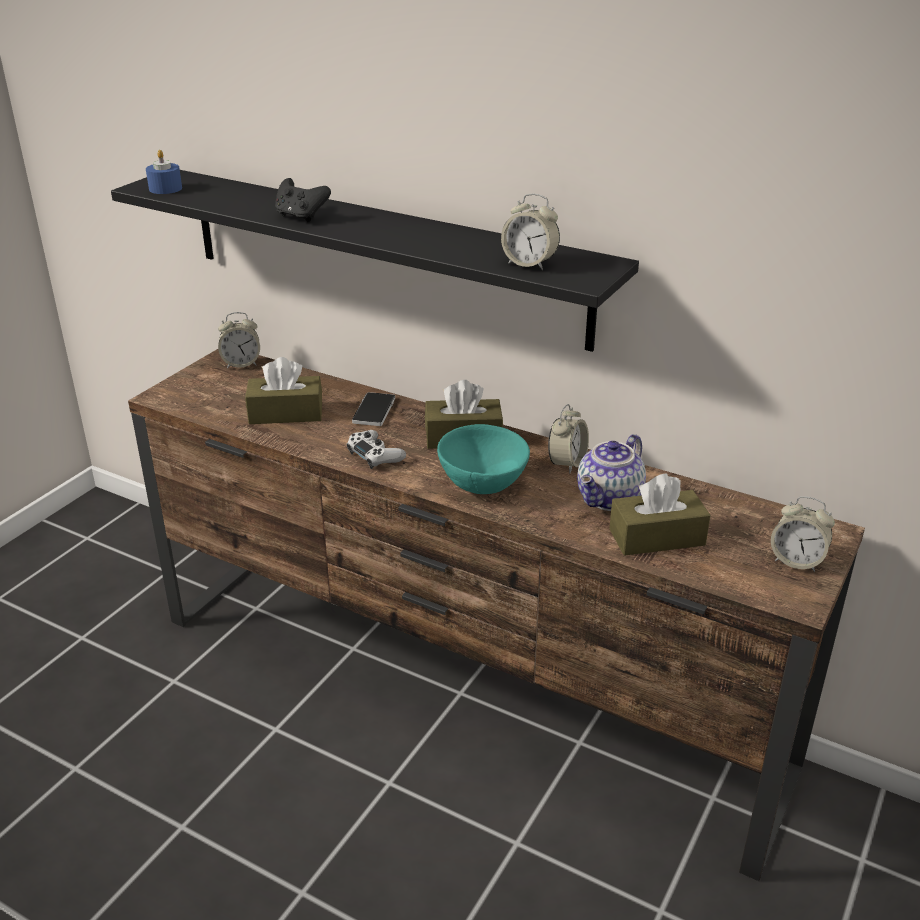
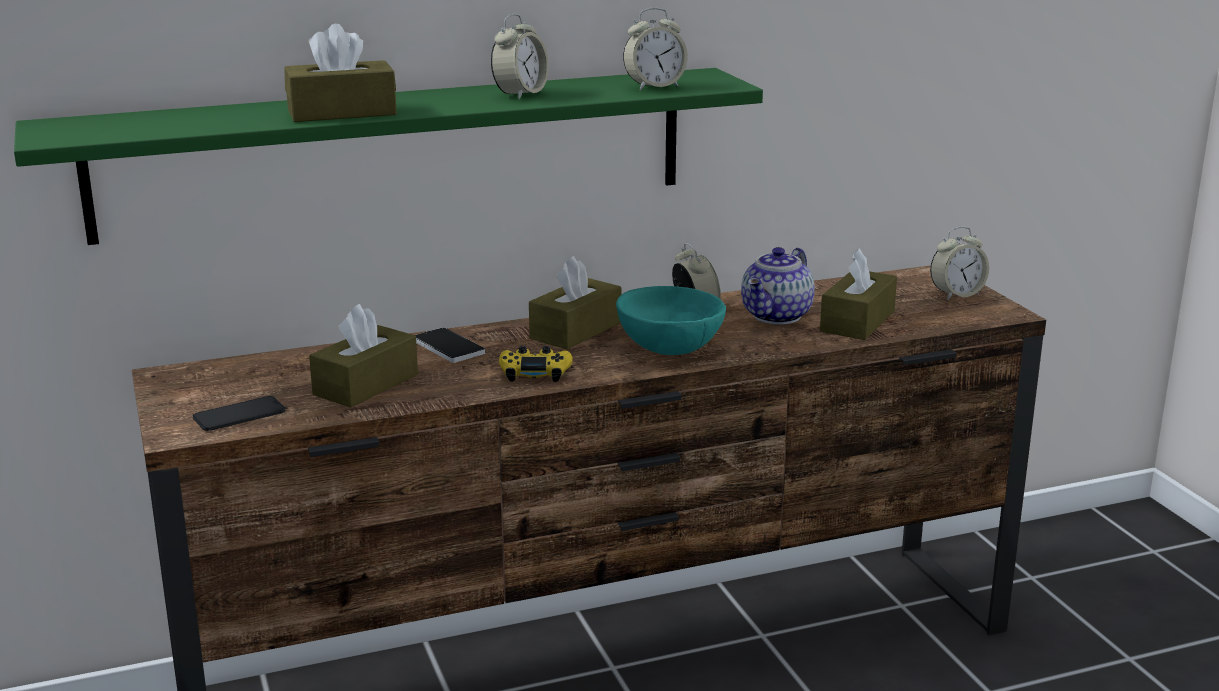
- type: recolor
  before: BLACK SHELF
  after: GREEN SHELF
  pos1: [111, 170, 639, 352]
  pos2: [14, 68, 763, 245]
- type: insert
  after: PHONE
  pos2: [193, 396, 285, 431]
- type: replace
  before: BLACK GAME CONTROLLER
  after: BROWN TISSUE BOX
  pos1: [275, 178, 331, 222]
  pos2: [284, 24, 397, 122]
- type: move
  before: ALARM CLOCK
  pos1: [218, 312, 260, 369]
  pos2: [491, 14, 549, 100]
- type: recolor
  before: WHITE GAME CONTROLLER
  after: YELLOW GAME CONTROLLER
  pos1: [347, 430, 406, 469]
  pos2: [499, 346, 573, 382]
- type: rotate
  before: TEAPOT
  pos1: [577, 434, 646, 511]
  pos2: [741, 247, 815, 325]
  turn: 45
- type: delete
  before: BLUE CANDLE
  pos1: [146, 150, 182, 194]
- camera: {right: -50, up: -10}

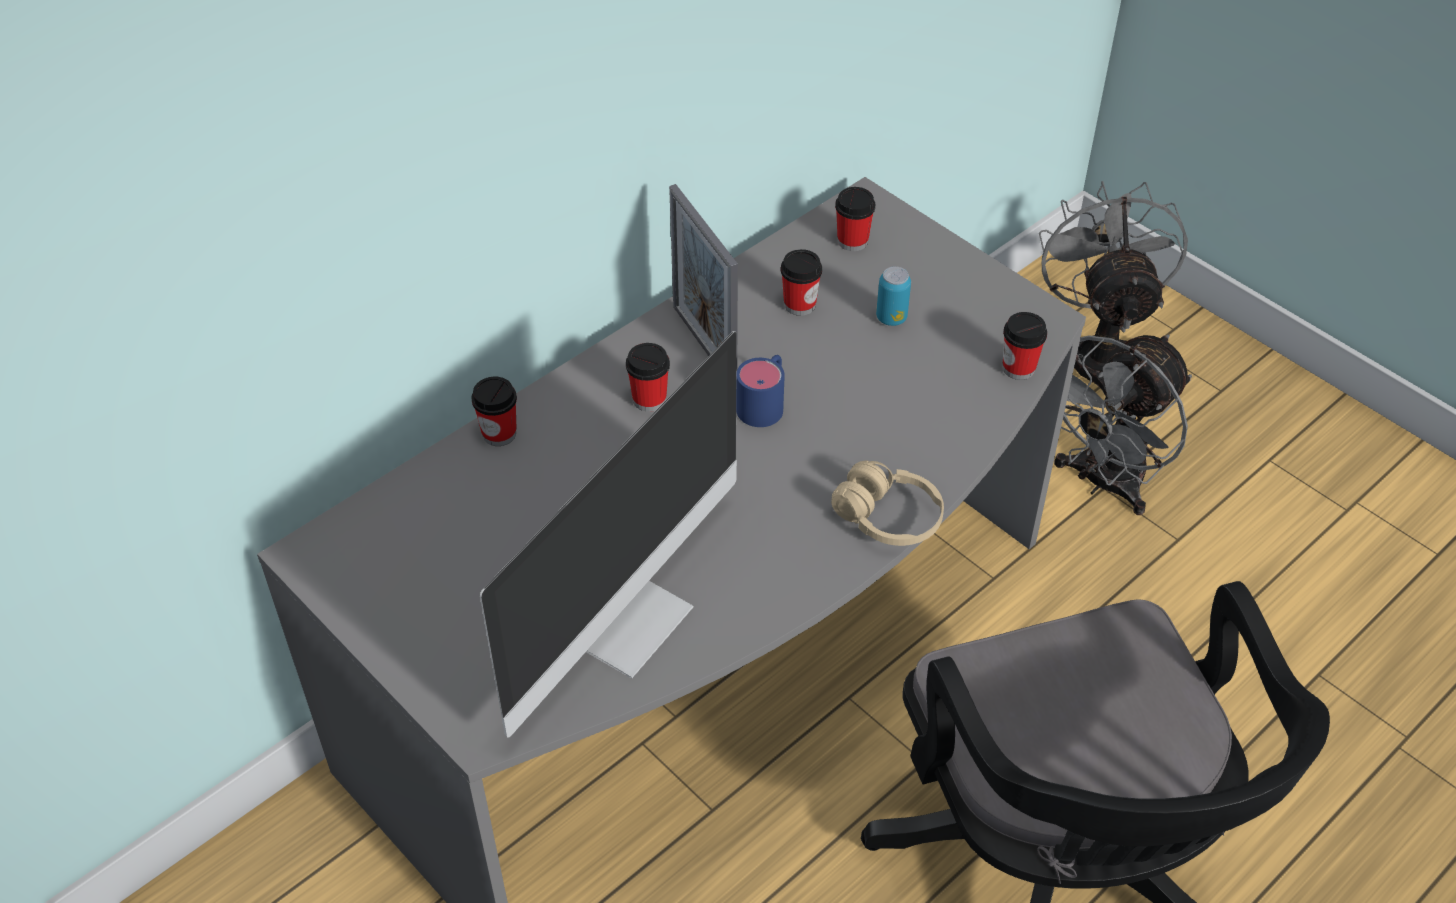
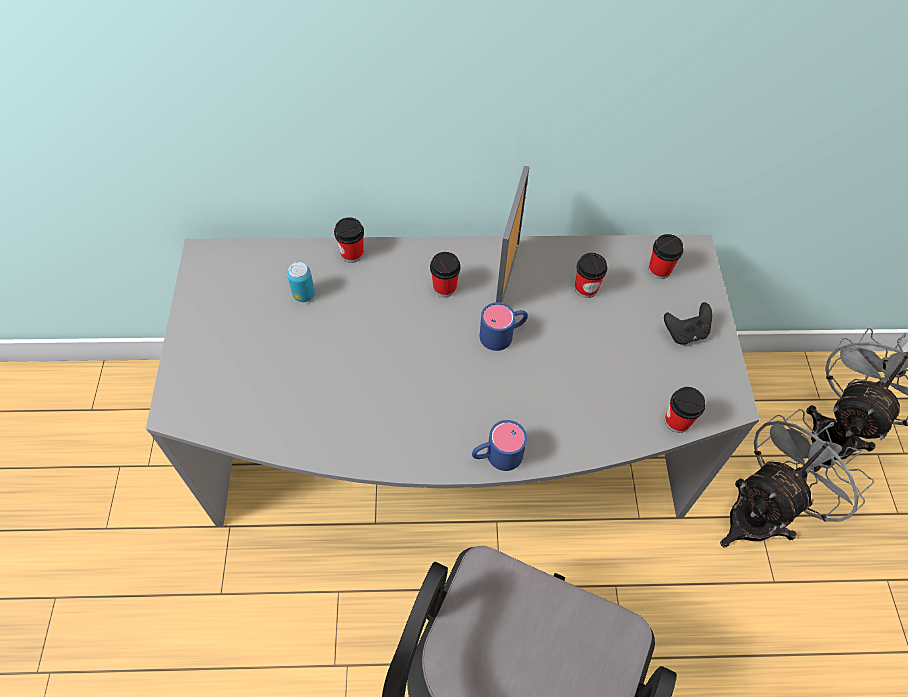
- type: move
  before: CAN
  pos1: [876, 266, 911, 326]
  pos2: [287, 262, 315, 302]
- type: replace
  before: BEIGE HEADPHONES
  after: BLUE MUG
  pos1: [831, 460, 944, 546]
  pos2: [472, 420, 527, 471]
- type: insert
  after: BLACK GAME CONTROLLER
  pos2: [664, 302, 712, 345]
- type: rotate
  before: GREY FAN
  pos1: [1054, 335, 1192, 515]
  pos2: [720, 409, 874, 547]
  turn: 150
- type: delete
  before: MONITOR
  pos1: [480, 331, 737, 738]
- camera: {right: 40, up: 10}

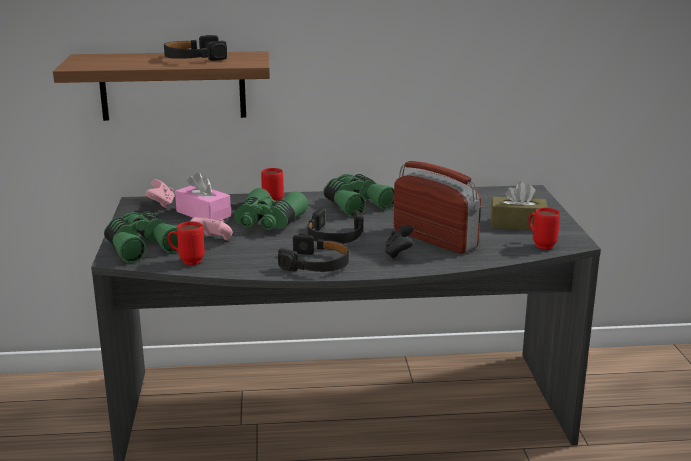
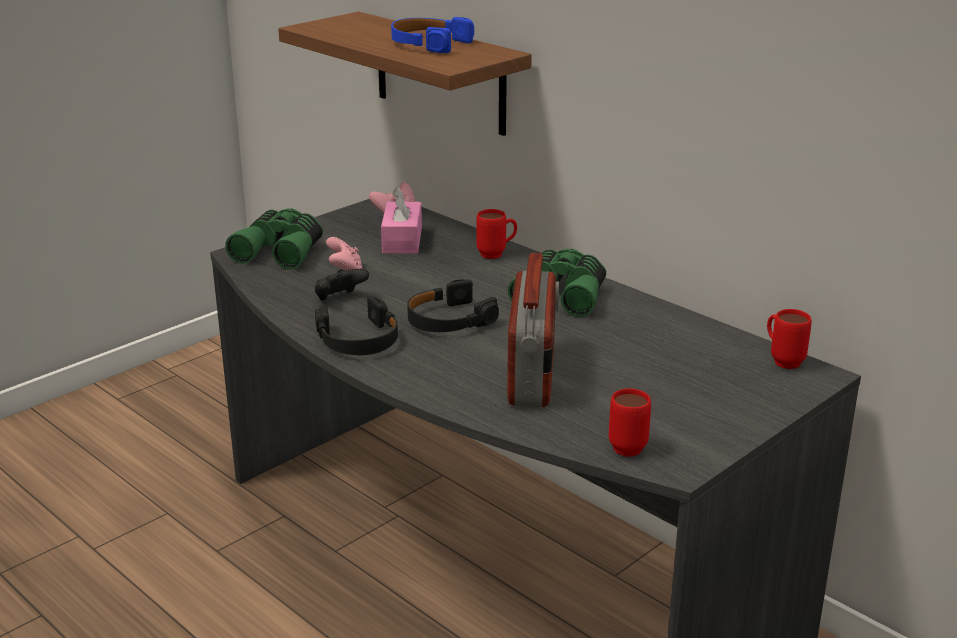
- type: move
  before: BLACK GAME CONTROLLER
  pos1: [385, 225, 414, 259]
  pos2: [315, 269, 369, 301]
- type: recolor
  before: BLACK HEADPHONES
  after: BLUE HEADPHONES
  pos1: [164, 35, 227, 61]
  pos2: [391, 17, 474, 53]
- type: move
  before: RED MUG
  pos1: [168, 221, 205, 265]
  pos2: [767, 309, 812, 369]
- type: delete
  before: GREEN BINOCULARS
  pos1: [234, 188, 308, 230]
- type: delete
  before: BROWN TISSUE BOX
  pos1: [491, 181, 548, 230]
- camera: {right: 50, up: 5}

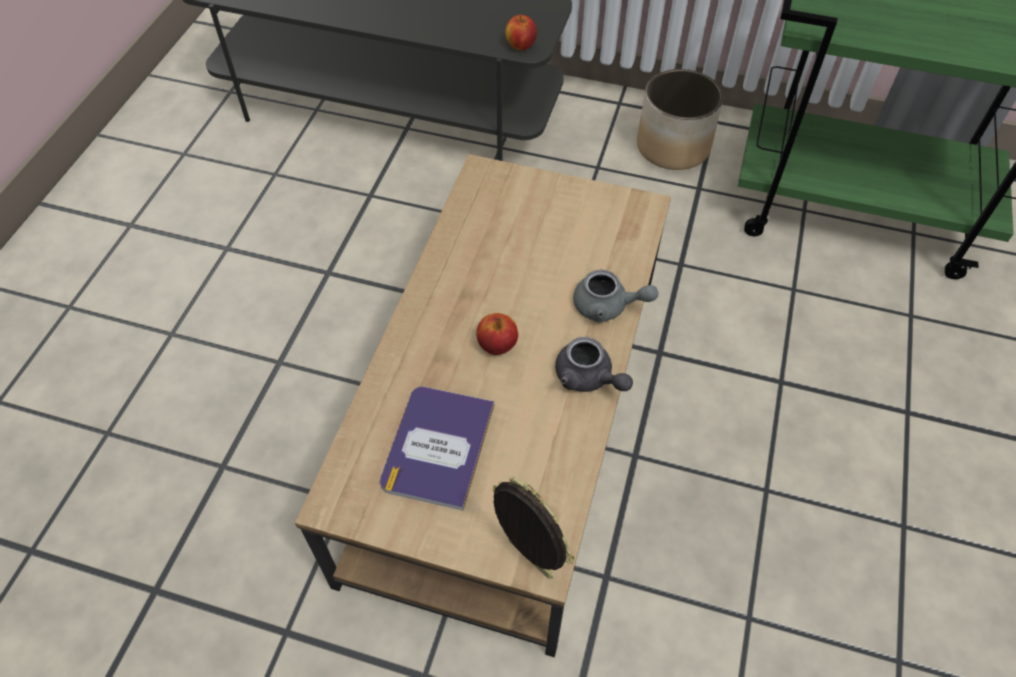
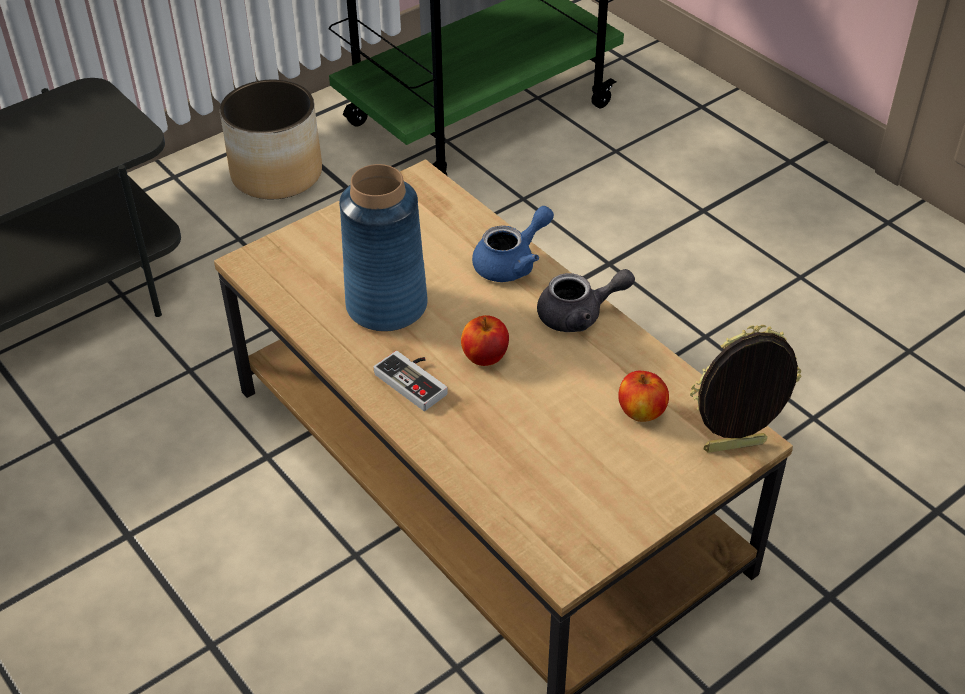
- type: insert
  after: BLUE VASE
  pos2: [339, 164, 428, 332]
- type: insert
  after: GAME CONTROLLER
  pos2: [374, 351, 448, 411]
- type: recolor
  before: GREY TEAPOT
  after: BLUE TEAPOT
  pos1: [573, 270, 658, 322]
  pos2: [472, 206, 554, 282]
- type: move
  before: APPLE
  pos1: [505, 14, 537, 50]
  pos2: [618, 371, 669, 422]
- type: delete
  before: BOOK
  pos1: [380, 387, 494, 511]
- camera: {right: -55, up: -10}

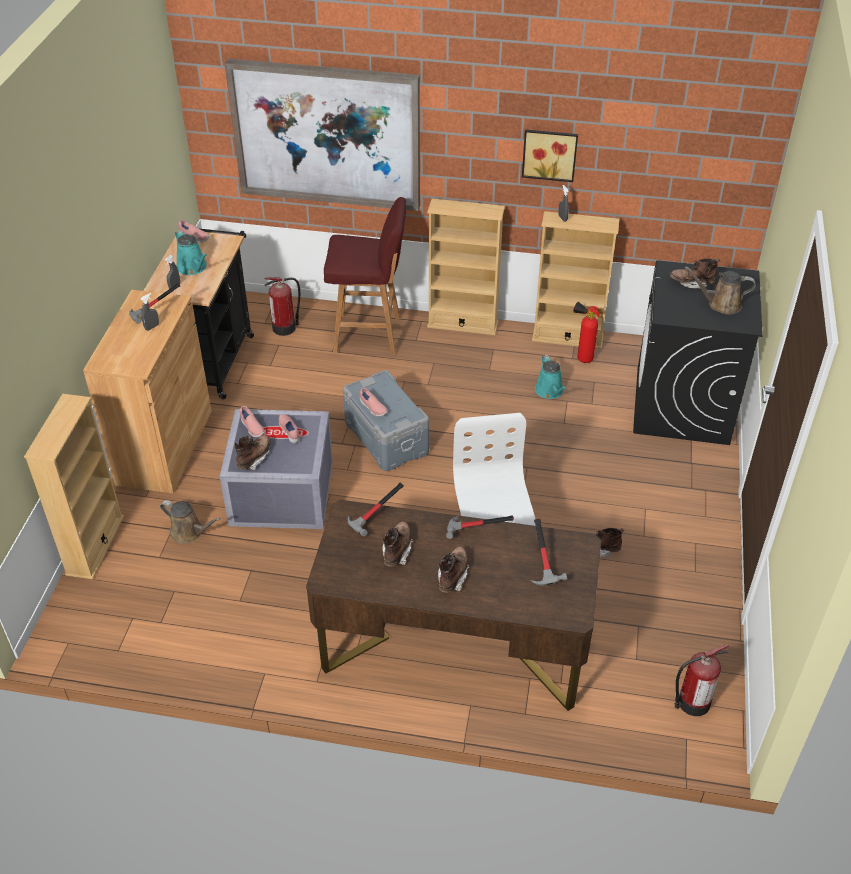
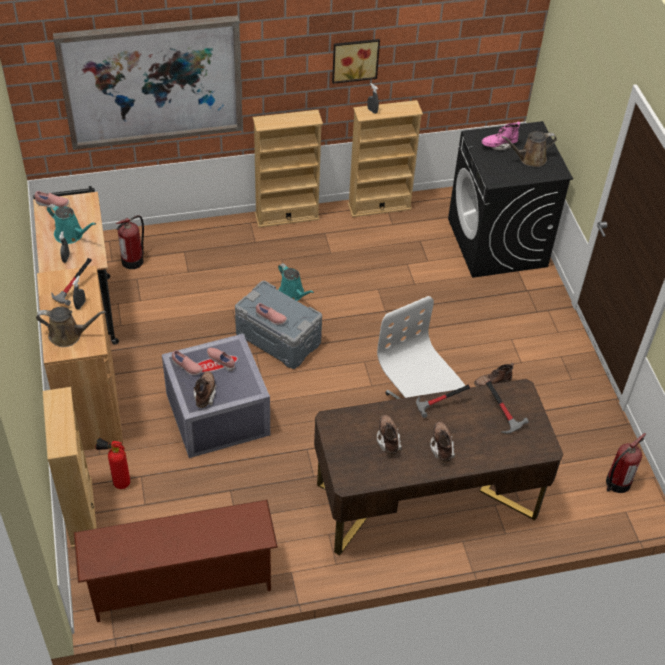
- type: move
  before: BROWN WATERING CAN
  pos1: [160, 500, 221, 544]
  pos2: [36, 307, 106, 347]
- type: insert
  after: BROWN SHOE RACK
  pos2: [74, 500, 278, 622]
- type: move
  before: FIRE EXTINGUISHER
  pos1: [573, 302, 599, 363]
  pos2: [96, 438, 130, 489]
- type: move
  before: TURQUOISE WATERING CAN
  pos1: [535, 355, 566, 399]
  pos2: [278, 263, 314, 301]
- type: recolor
  before: BROWN BOOT
  after: PINK BOOT
  pos1: [670, 258, 720, 289]
  pos2: [482, 122, 521, 150]
- type: delete
  before: RED STOOL
  pos1: [324, 197, 406, 355]
- type: delete
  before: HAMMER
  pos1: [348, 483, 404, 536]
- camera: {right: -25, up: 5}

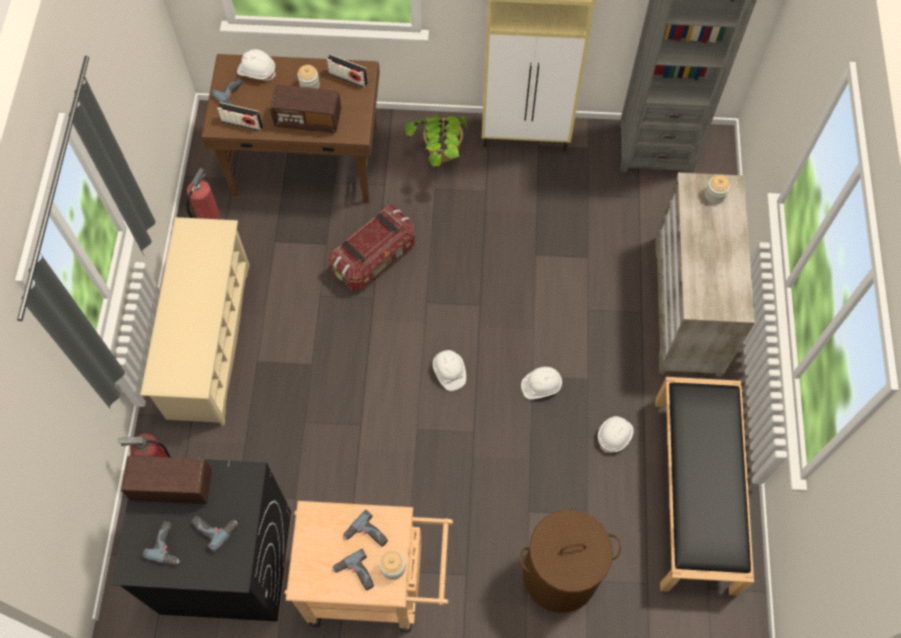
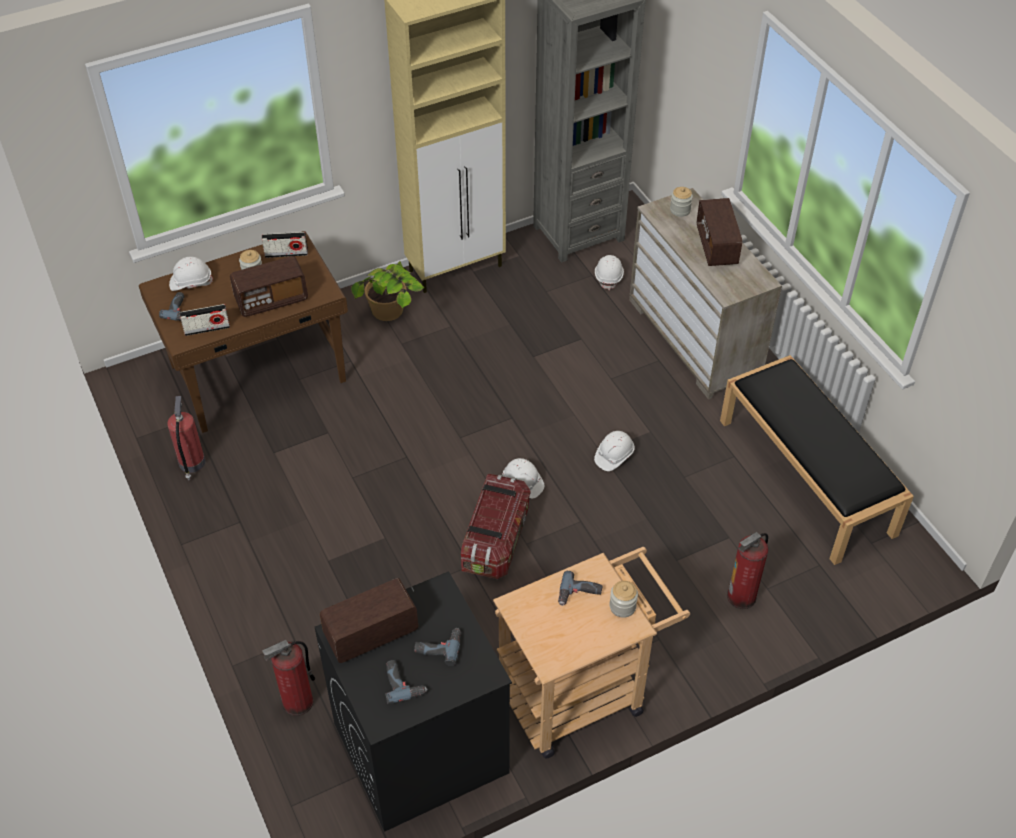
- type: move
  before: STORAGE BOX
  pos1: [328, 205, 415, 291]
  pos2: [461, 474, 531, 579]
- type: move
  before: WHITE HARD HAT
  pos1: [598, 416, 634, 453]
  pos2: [595, 255, 624, 291]
- type: insert
  after: RADIO
  pos2: [697, 198, 742, 266]
- type: replace
  before: BROWN LAUNDRY BASKET
  after: FIRE EXTINGUISHER
  pos1: [520, 510, 621, 613]
  pos2: [727, 532, 769, 609]
- type: delete
  before: BEIGE SHOE RACK
  pos1: [140, 217, 250, 426]
- type: delete
  before: POWER DRILL
  pos1: [332, 549, 374, 590]
- camera: {right: -30, up: -15}

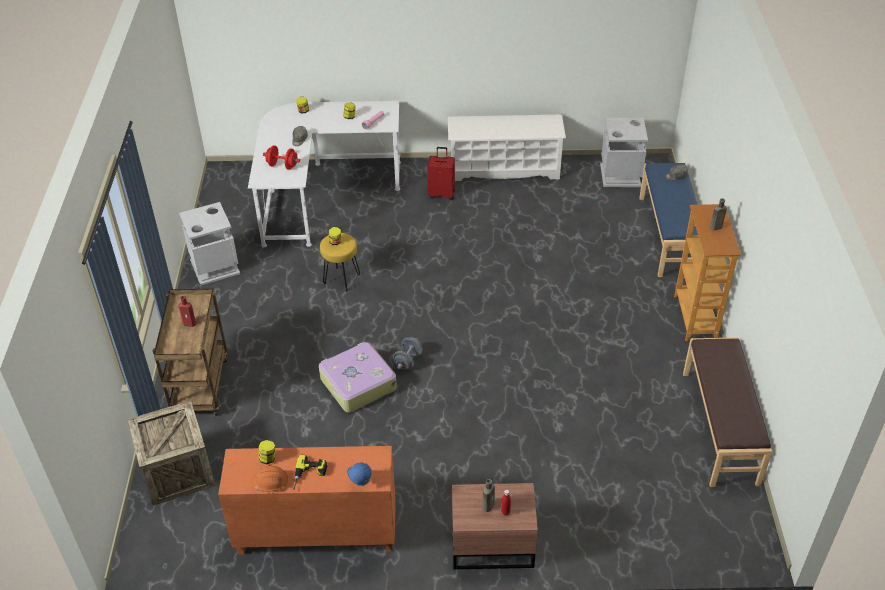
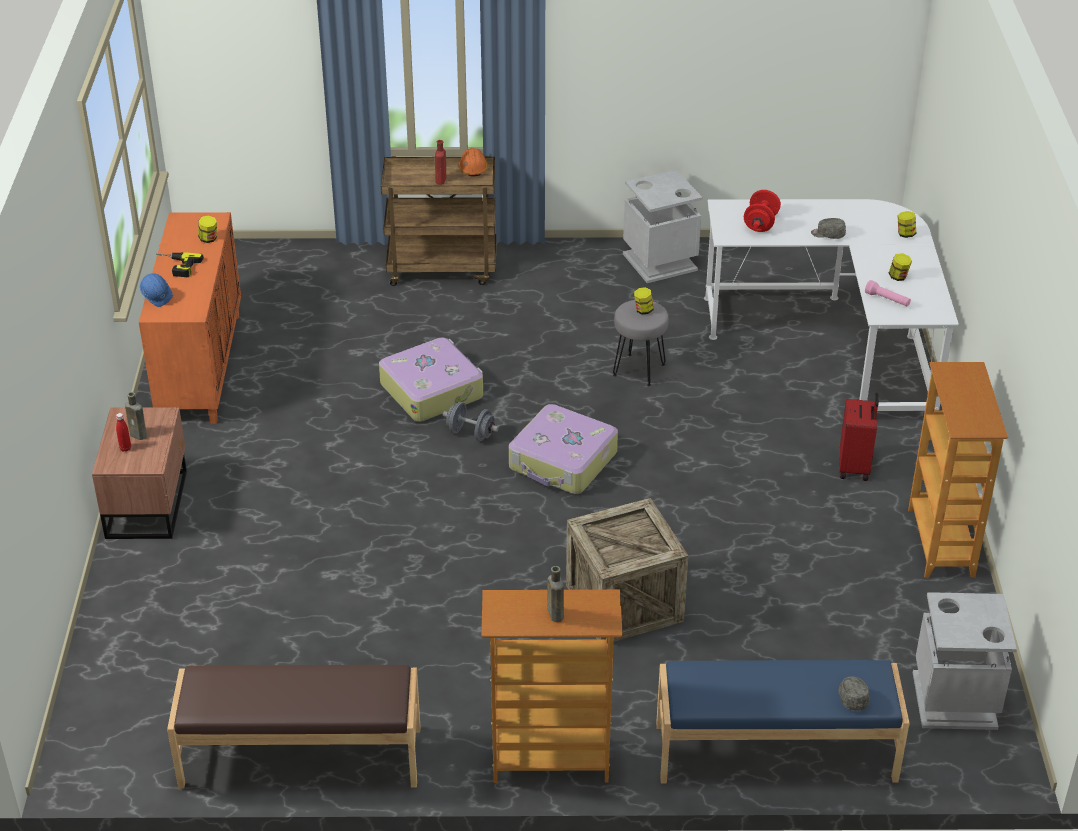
- type: move
  before: ORANGE HARD HAT
  pos1: [250, 466, 288, 492]
  pos2: [459, 148, 488, 177]
- type: insert
  after: SUITCASE
  pos2: [509, 404, 618, 494]
- type: move
  before: CRATE
  pos1: [128, 401, 215, 506]
  pos2: [566, 498, 689, 642]
- type: recolor
  before: YELLOW STOOL
  after: GREY STOOL
  pos1: [320, 233, 360, 292]
  pos2: [613, 300, 669, 386]
- type: replace
  before: WHITE SHOE RACK
  after: BOOKCASE
  pos1: [448, 115, 566, 181]
  pos2: [908, 362, 1008, 578]
- camera: {right: 90, up: -5}

